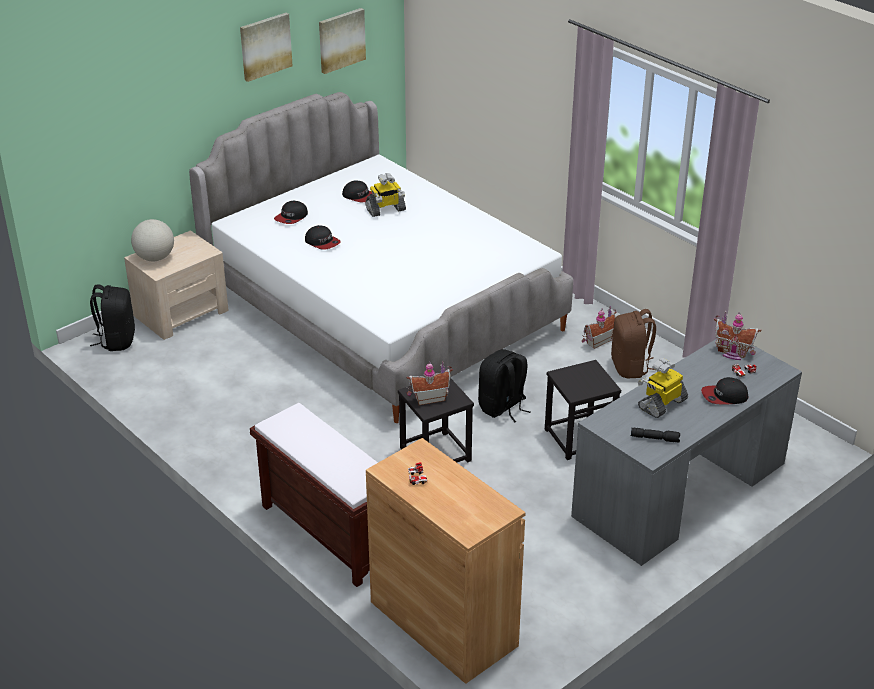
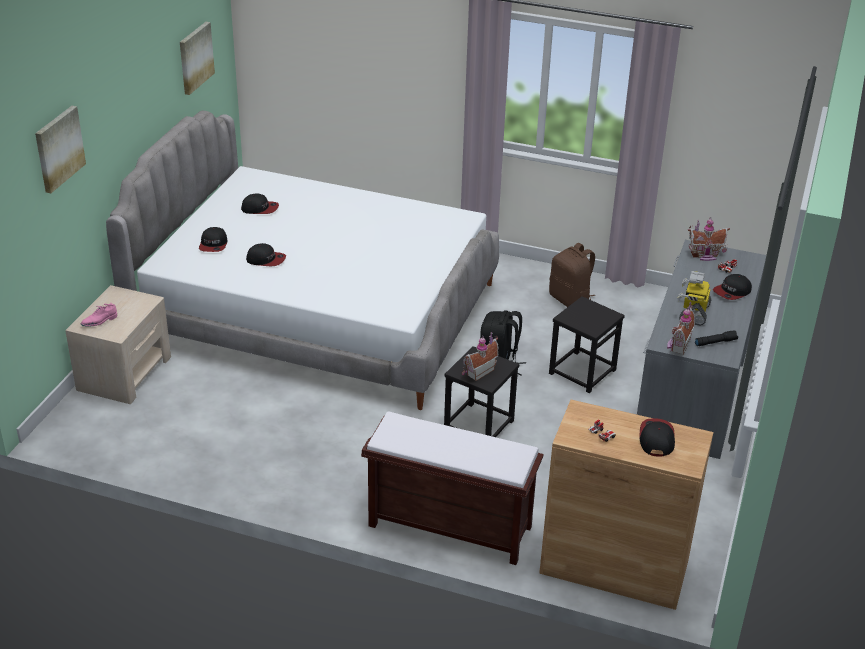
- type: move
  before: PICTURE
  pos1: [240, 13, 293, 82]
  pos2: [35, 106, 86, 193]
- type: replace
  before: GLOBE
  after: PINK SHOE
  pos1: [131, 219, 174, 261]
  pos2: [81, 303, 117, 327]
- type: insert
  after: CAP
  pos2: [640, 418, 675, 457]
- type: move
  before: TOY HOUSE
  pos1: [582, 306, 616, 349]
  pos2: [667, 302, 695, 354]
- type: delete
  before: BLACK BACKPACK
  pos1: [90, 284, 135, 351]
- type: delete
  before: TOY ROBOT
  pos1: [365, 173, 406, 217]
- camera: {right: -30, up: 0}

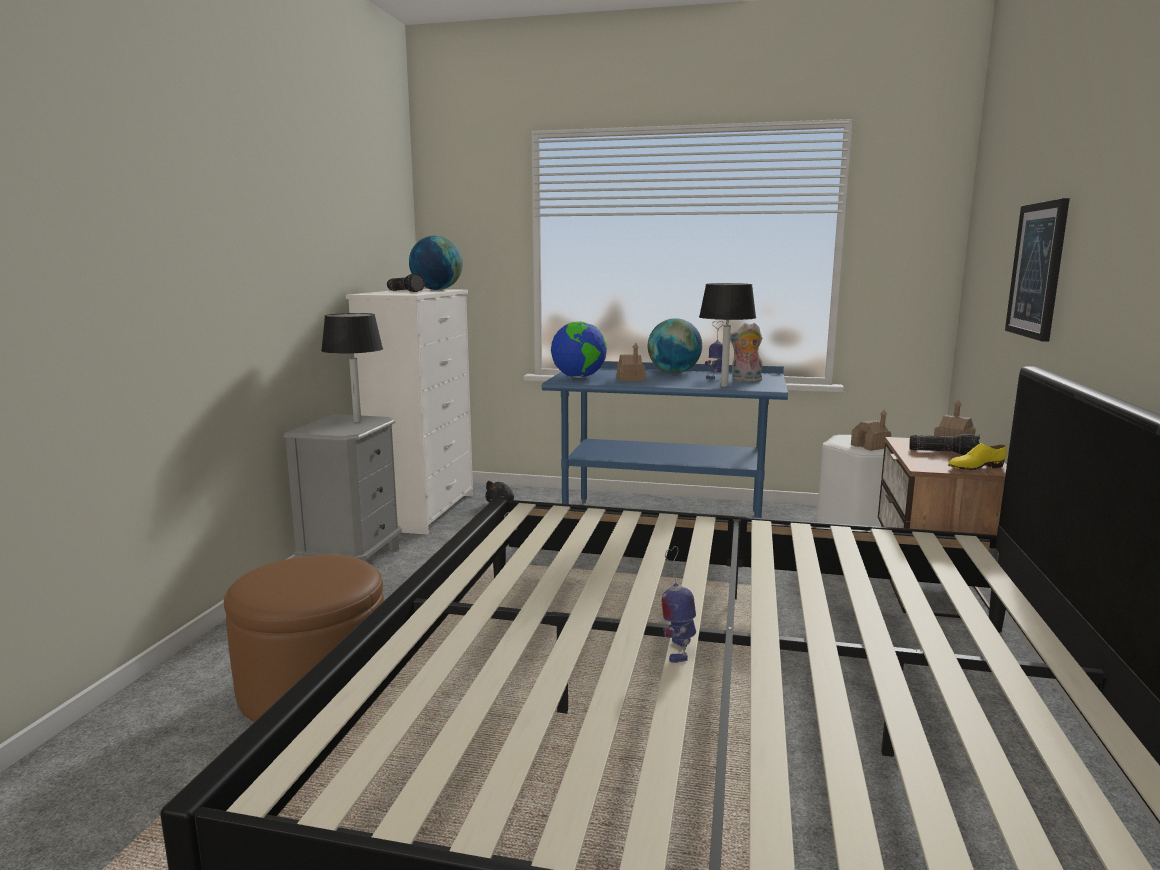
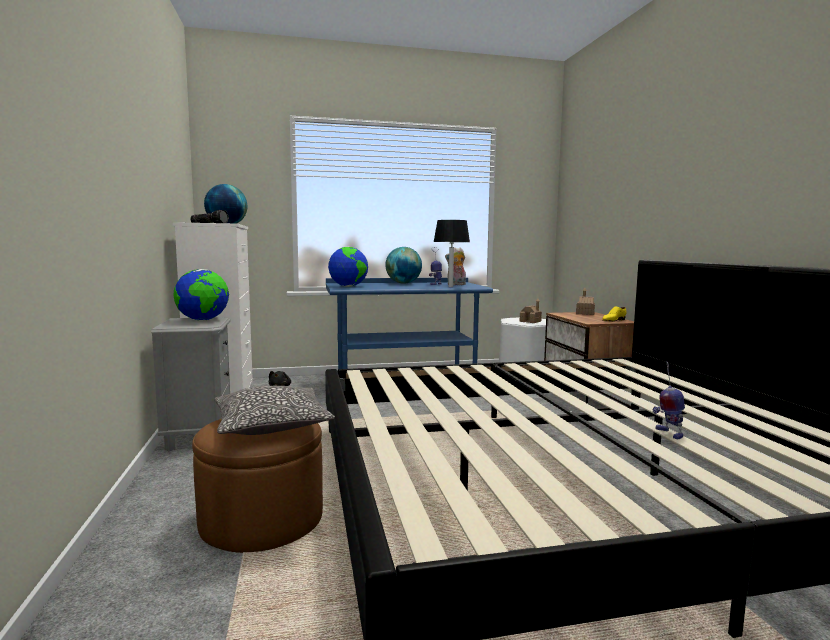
- type: replace
  before: BLACK TABLE LAMP
  after: GLOBE
  pos1: [321, 313, 383, 422]
  pos2: [174, 269, 229, 321]
- type: insert
  after: PILLOW
  pos2: [214, 386, 335, 435]
- type: move
  before: TOY ROBOT
  pos1: [661, 546, 696, 663]
  pos2: [653, 361, 685, 439]
- type: delete
  before: TOY HOUSE
  pos1: [617, 343, 645, 381]
- type: delete
  before: FLASHLIGHT
  pos1: [909, 433, 980, 455]
- type: delete
  before: PICTURE
  pos1: [1005, 198, 1070, 342]
- camera: {right: -25, up: -5}

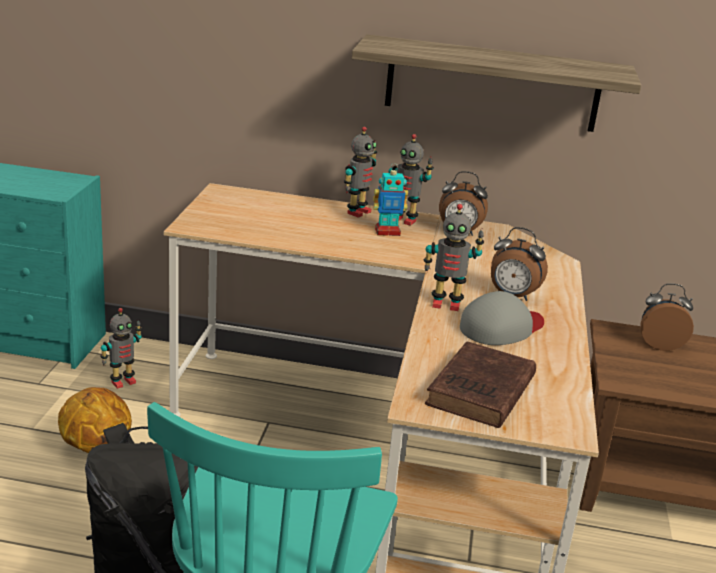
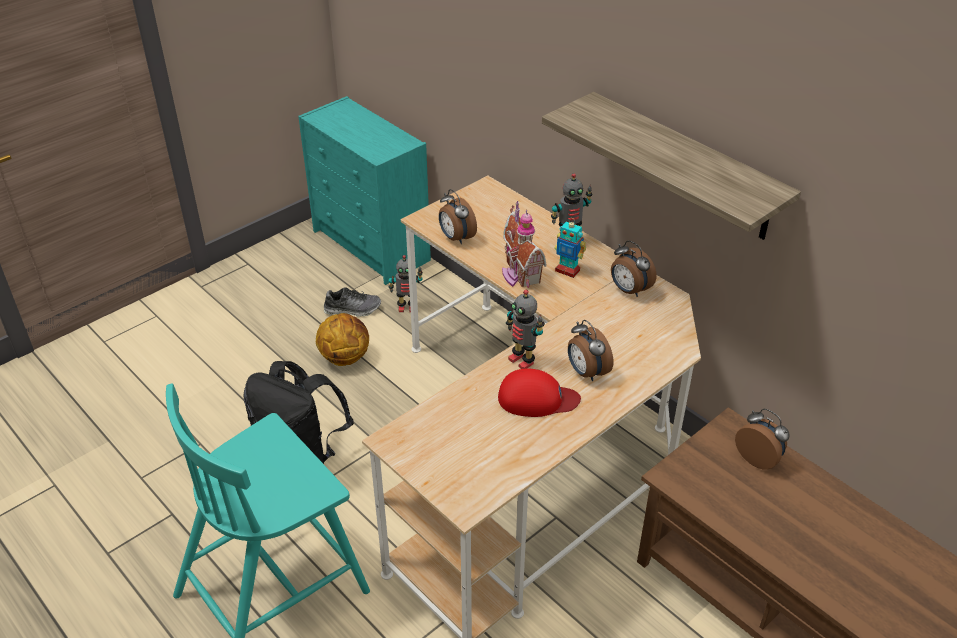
- type: insert
  after: SHOE
  pos2: [324, 288, 381, 317]
- type: insert
  after: ALARM CLOCK
  pos2: [439, 189, 477, 244]
- type: recolor
  before: GREY CAP
  after: RED CAP
  pos1: [460, 291, 544, 345]
  pos2: [498, 369, 581, 417]
- type: insert
  after: TOY HOUSE
  pos2: [502, 201, 547, 288]
- type: delete
  before: TOY ROBOT
  pos1: [388, 134, 434, 226]
- type: delete
  before: BROWN BOOK
  pos1: [425, 342, 536, 428]
- camera: {right: 40, up: 15}

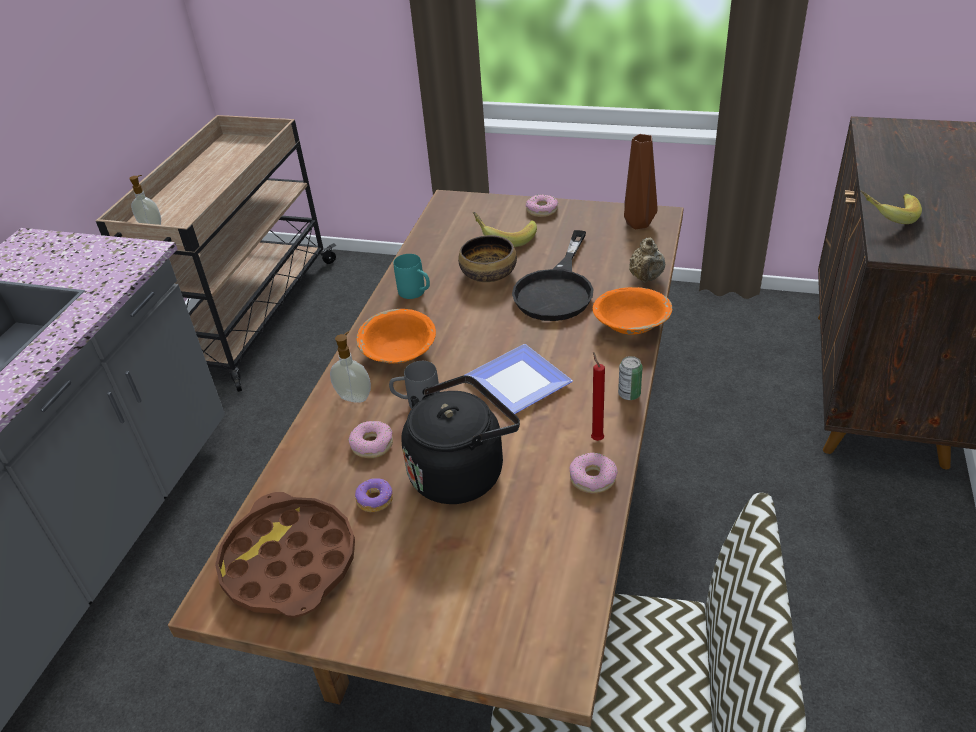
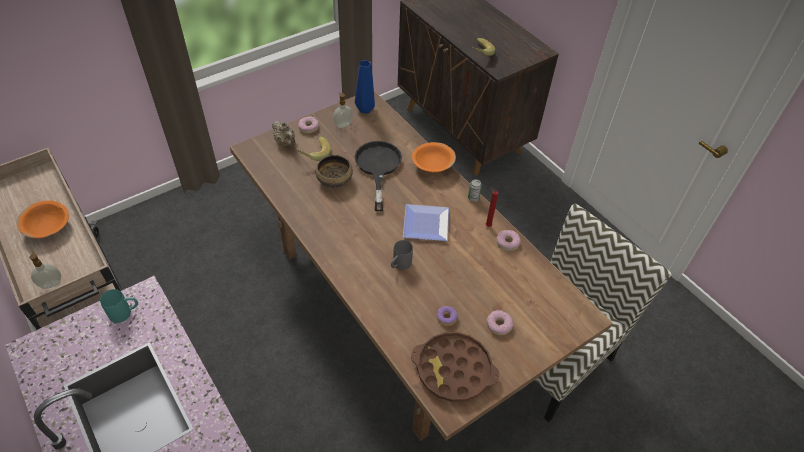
- type: move
  before: ORANGE BOWL
  pos1: [356, 309, 436, 364]
  pos2: [17, 201, 69, 238]
- type: move
  before: TURQUOISE MUG
  pos1: [393, 254, 430, 299]
  pos2: [100, 289, 138, 323]
- type: move
  before: BEIGE TEAPOT
  pos1: [629, 237, 665, 283]
  pos2: [272, 121, 296, 147]
- type: move
  before: SOAP DISPENSER
  pos1: [330, 331, 371, 403]
  pos2: [333, 92, 353, 128]
- type: recolor
  before: BROWN VASE
  after: BLUE VASE
  pos1: [624, 134, 658, 229]
  pos2: [355, 60, 375, 114]
- type: rotate
  before: BLACK FRYING PAN
  pos1: [512, 230, 594, 321]
  pos2: [355, 141, 402, 211]
  turn: -150
- type: move
  before: DONUT
  pos1: [349, 421, 393, 458]
  pos2: [487, 310, 513, 335]
- type: delete
  before: BLACK KETTLE
  pos1: [401, 375, 520, 504]
- camera: {right: -55, up: 10}

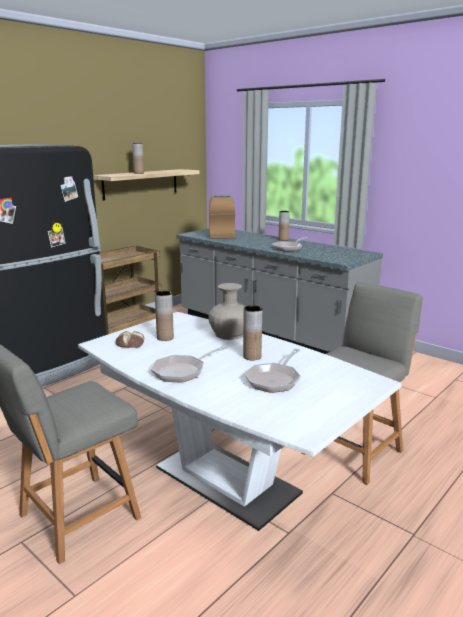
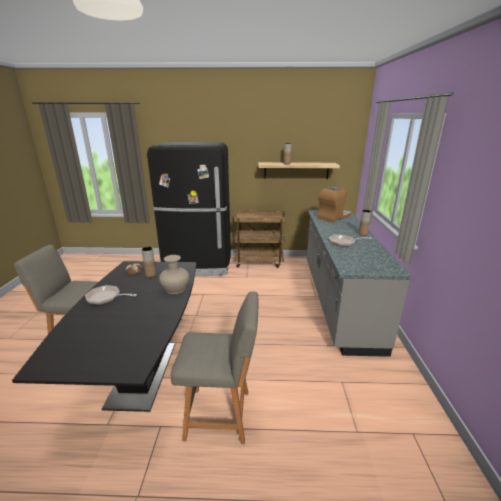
- type: recolor
  before: WHITE DINING TABLE
  after: BLACK DINING TABLE
  pos1: [78, 312, 402, 531]
  pos2: [12, 261, 197, 412]
- type: delete
  before: BROWN VASE
  pos1: [243, 305, 262, 360]
- type: delete
  before: FRYING PAN
  pos1: [244, 349, 301, 393]
- camera: {right: 50, up: 5}

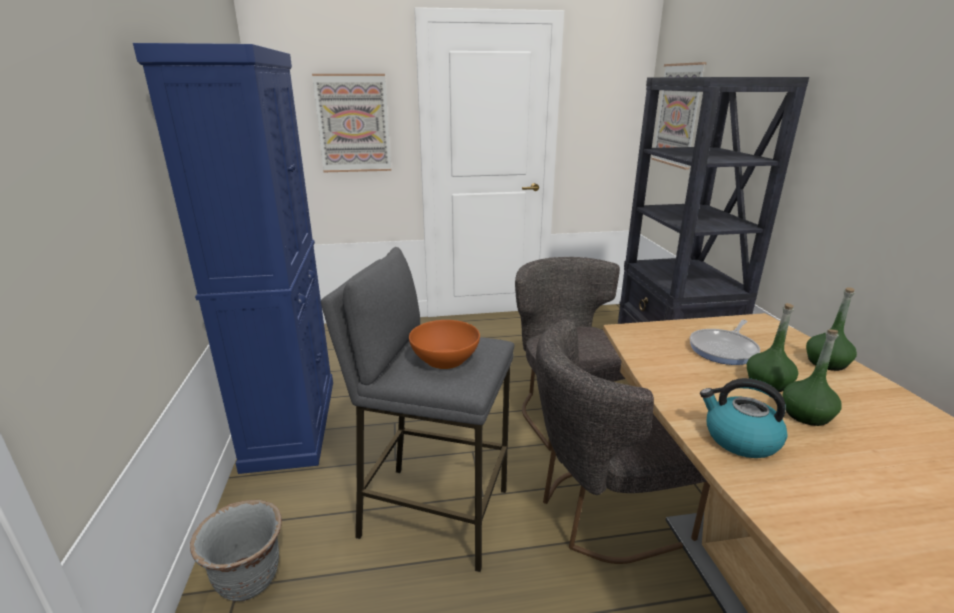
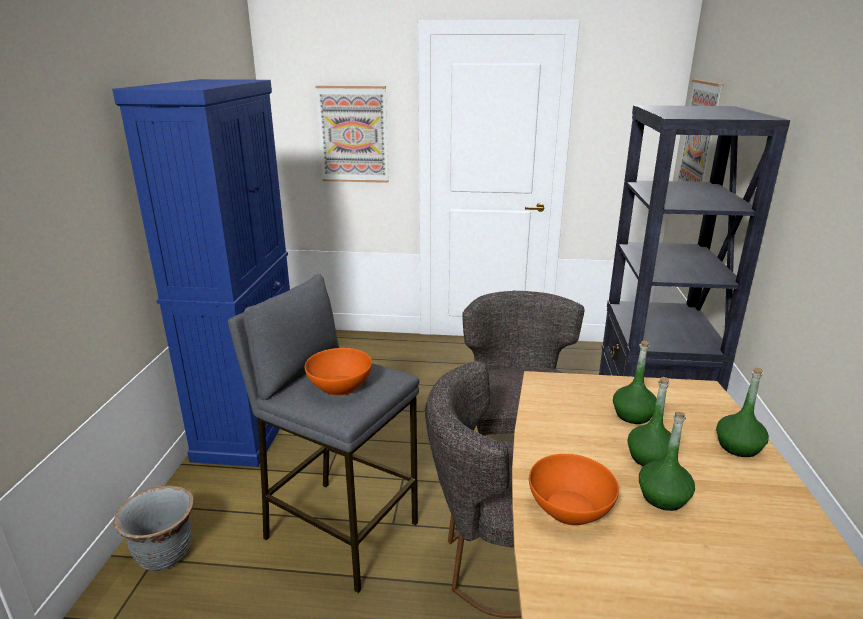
- type: replace
  before: KETTLE
  after: ORANGE BOWL
  pos1: [700, 378, 787, 458]
  pos2: [529, 454, 619, 525]
- type: replace
  before: FRYING PAN
  after: GREEN BOTTLE
  pos1: [690, 319, 760, 365]
  pos2: [613, 341, 657, 424]
- camera: {right: 15, up: 0}

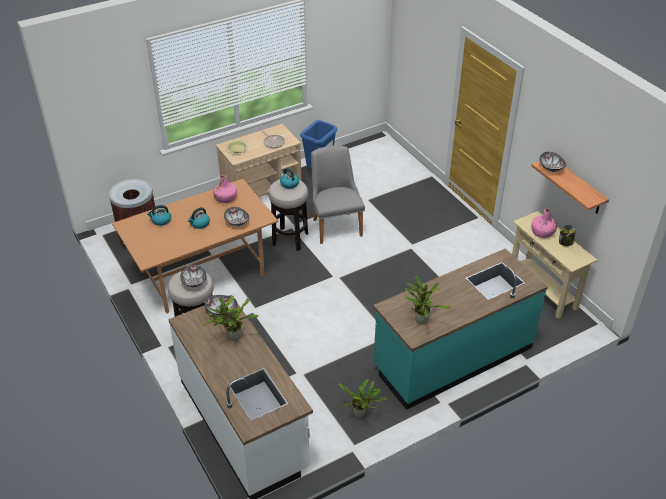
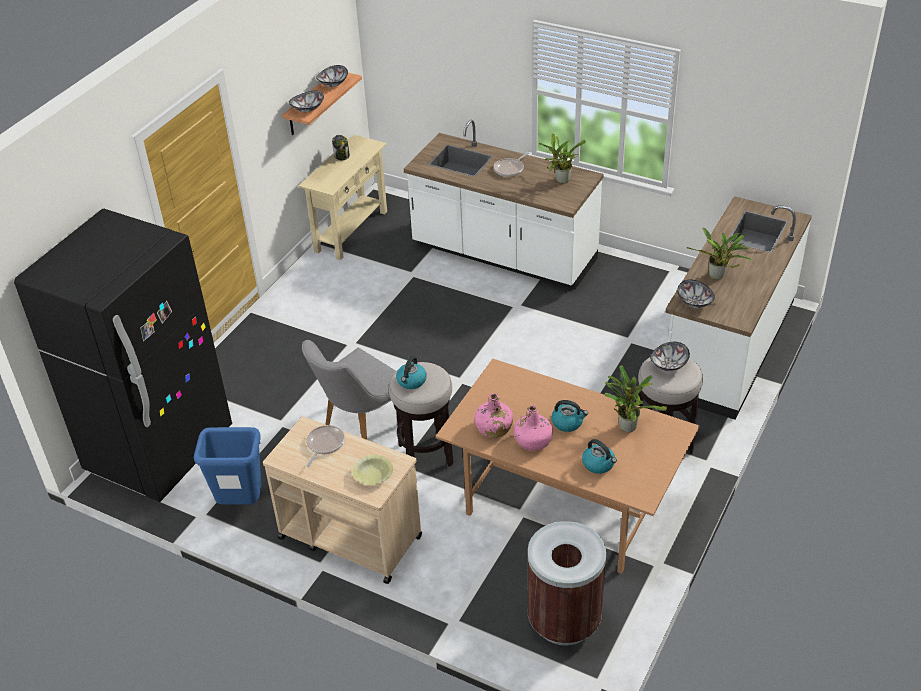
- type: insert
  after: BLACK FRIDGE
  pos2: [14, 209, 232, 502]
- type: move
  before: BOWL
  pos1: [224, 207, 249, 226]
  pos2: [316, 65, 348, 87]
- type: recolor
  before: TURQUOISE COUNTER
  after: WHITE COUNTER
  pos1: [373, 248, 548, 410]
  pos2: [404, 120, 604, 290]
- type: insert
  after: FRYING PAN
  pos2: [494, 152, 529, 177]
- type: move
  before: PINK BOTTLE
  pos1: [531, 209, 557, 238]
  pos2: [513, 405, 553, 451]
- type: move
  before: POTTED PLANT
  pos1: [338, 379, 388, 418]
  pos2: [605, 365, 667, 432]
- camera: {right: -120, up: 0}

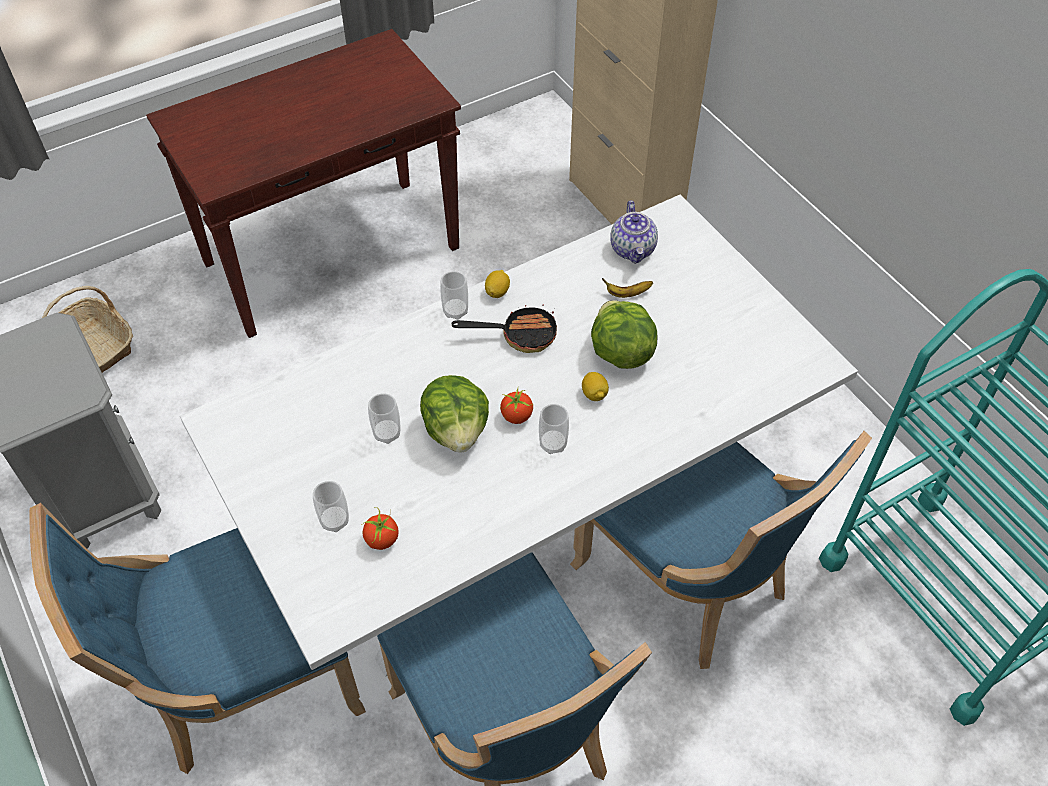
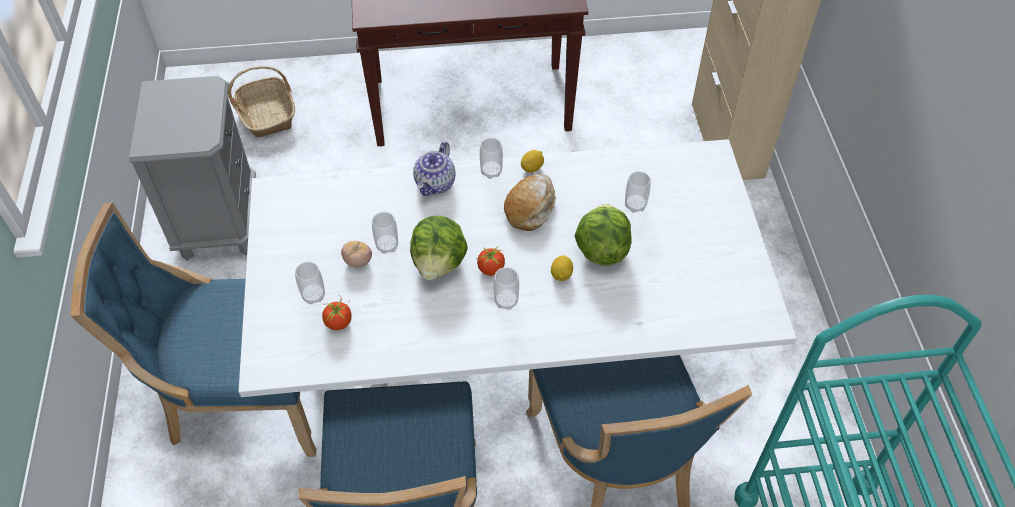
- type: insert
  after: TOMATO
  pos2: [341, 241, 372, 267]
- type: move
  before: TEAPOT
  pos1: [610, 201, 658, 264]
  pos2: [413, 141, 456, 196]
- type: replace
  before: FRYING PAN
  after: BREAD
  pos1: [452, 304, 557, 353]
  pos2: [504, 174, 556, 231]
- type: replace
  before: BANANA
  after: CUP
  pos1: [602, 278, 653, 298]
  pos2: [625, 171, 651, 213]
- camera: {right: 25, up: 0}

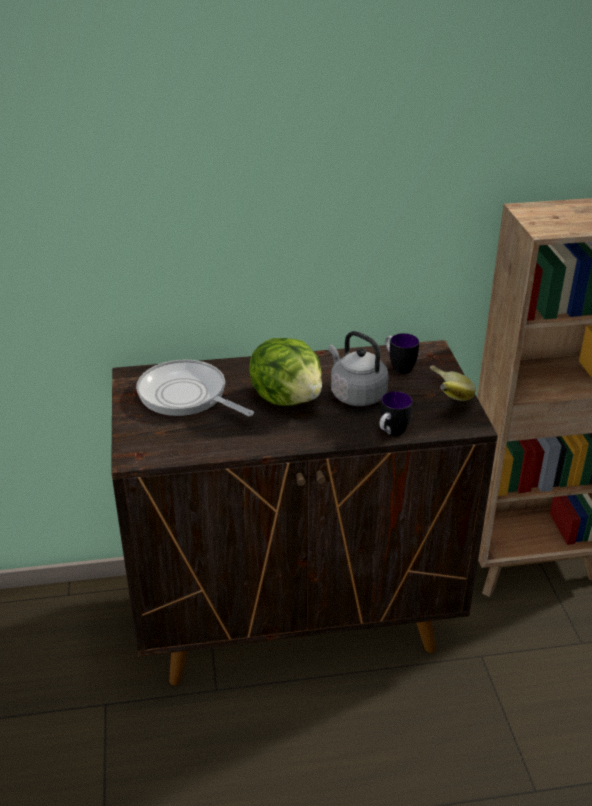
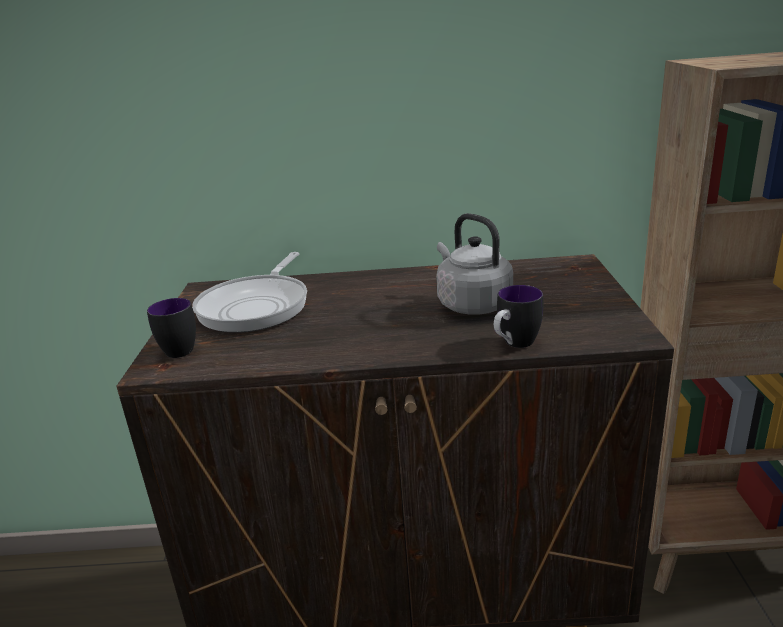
- type: move
  before: MUG
  pos1: [385, 333, 419, 374]
  pos2: [147, 298, 196, 358]
- type: rotate
  before: FRYING PAN
  pos1: [136, 360, 254, 416]
  pos2: [192, 252, 307, 333]
  turn: -120
- type: delete
  before: LETTUCE
  pos1: [249, 338, 322, 406]
- type: delete
  before: BANANA
  pos1: [430, 365, 476, 401]
- camera: {right: 10, up: -10}

